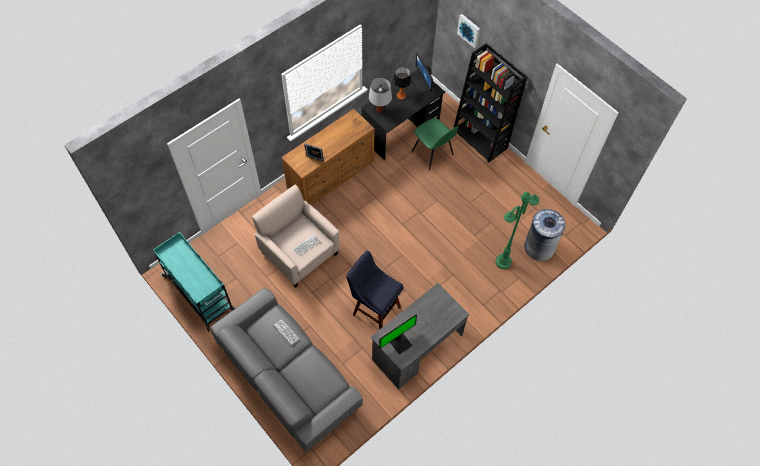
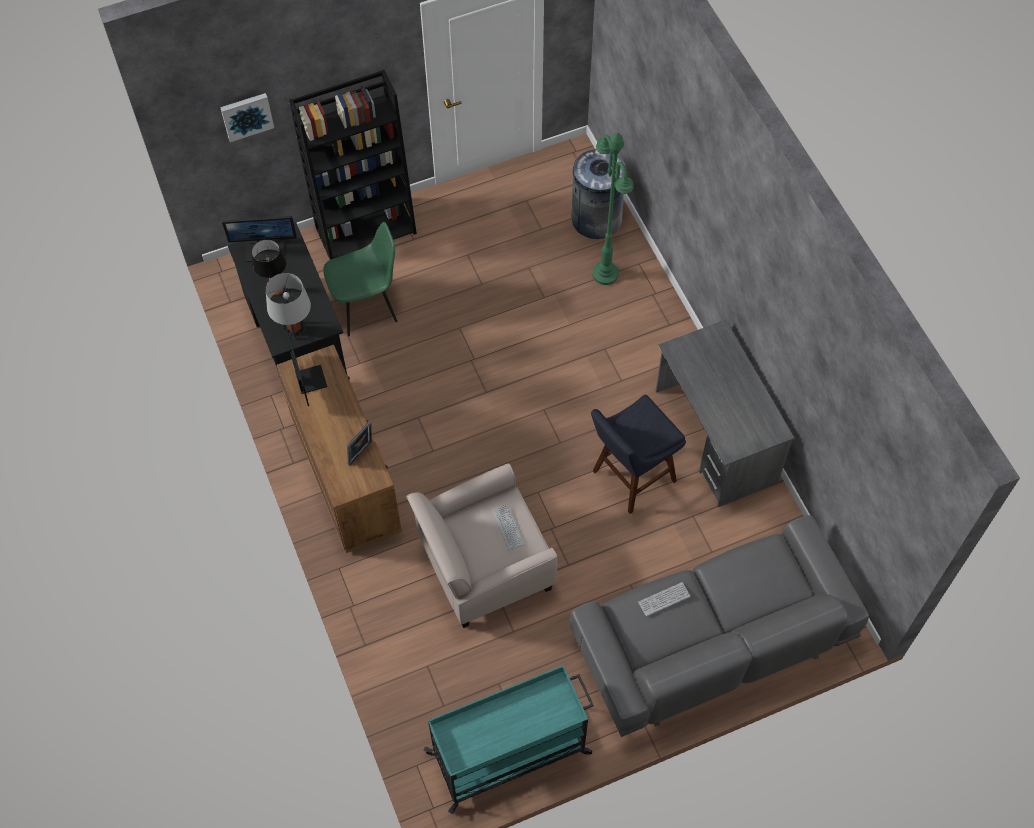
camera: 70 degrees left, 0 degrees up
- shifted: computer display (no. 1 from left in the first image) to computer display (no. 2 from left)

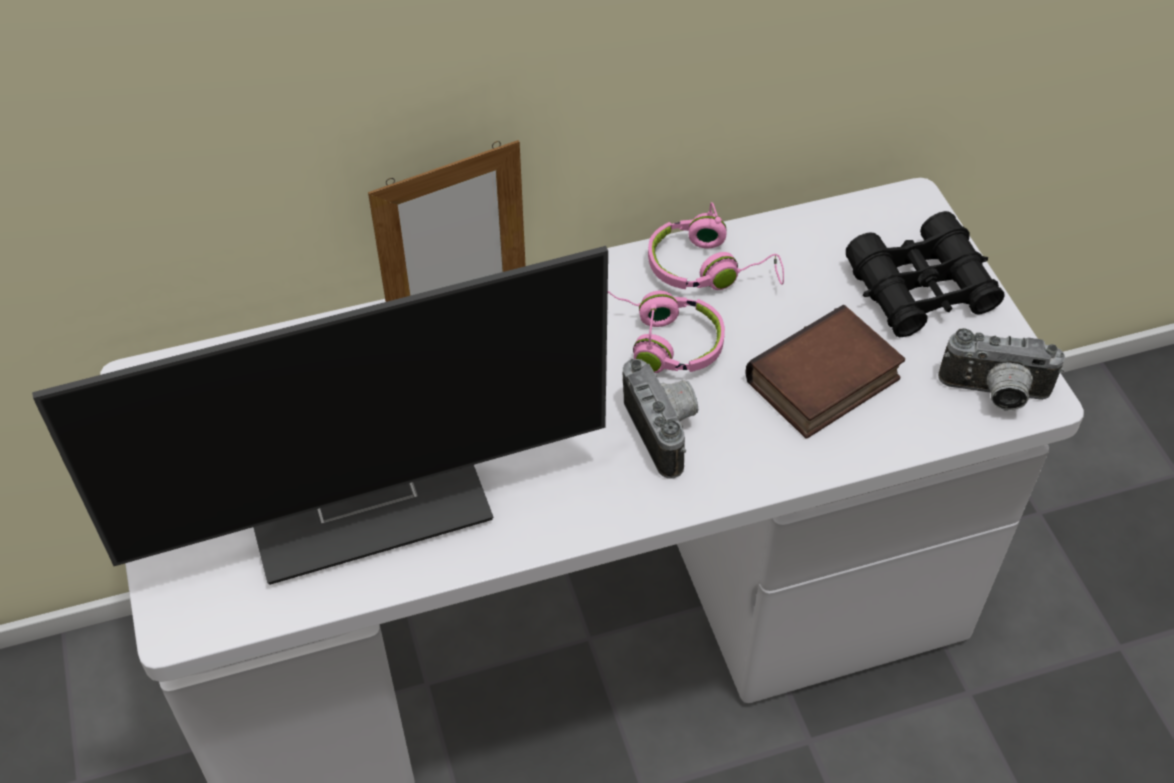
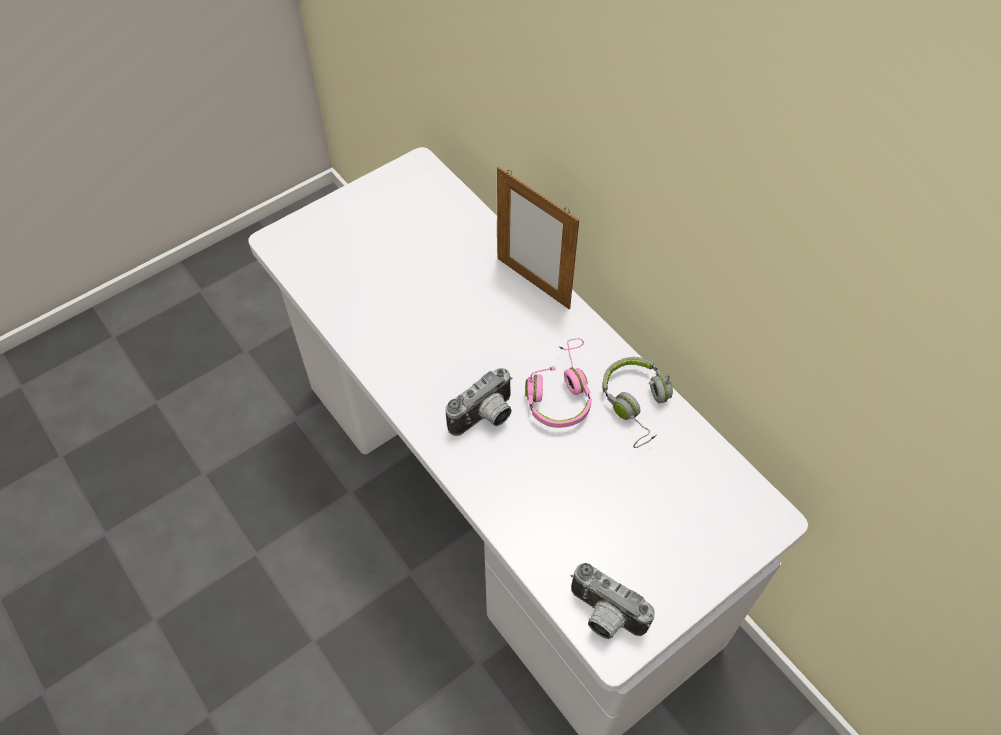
camera: 70 degrees right, 5 degrees up
- repainted: pink-coloured headphones (no. 2 from left) to greyish headphones
- gone: black binoculars
- gone: computer display
- gone: book
- rotated: still camera (no. 2 from left) 45 degrees counterclockwise

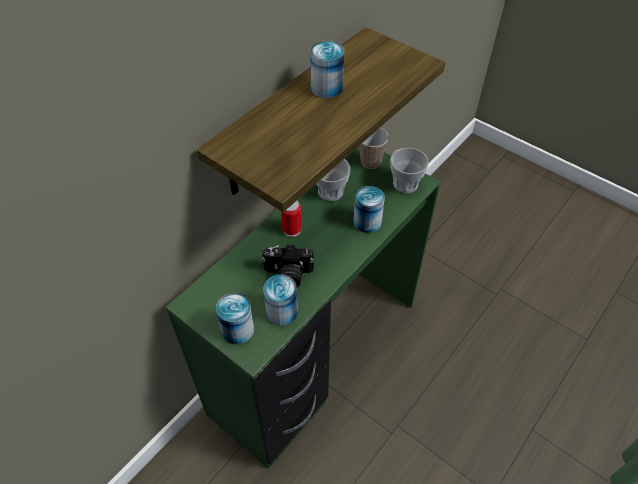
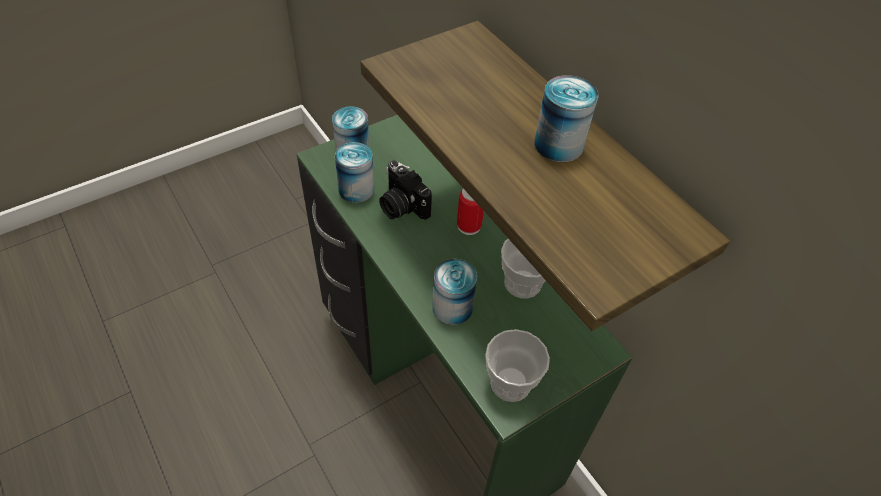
camera: 105 degrees right, 0 degrees up
- gone: cup (no. 2 from left)
- rotated: still camera 60 degrees counterclockwise

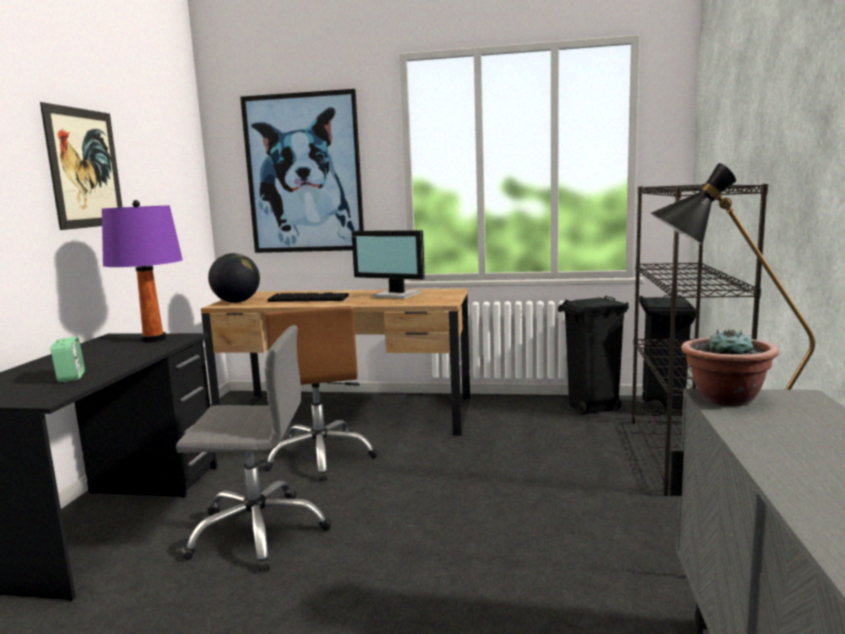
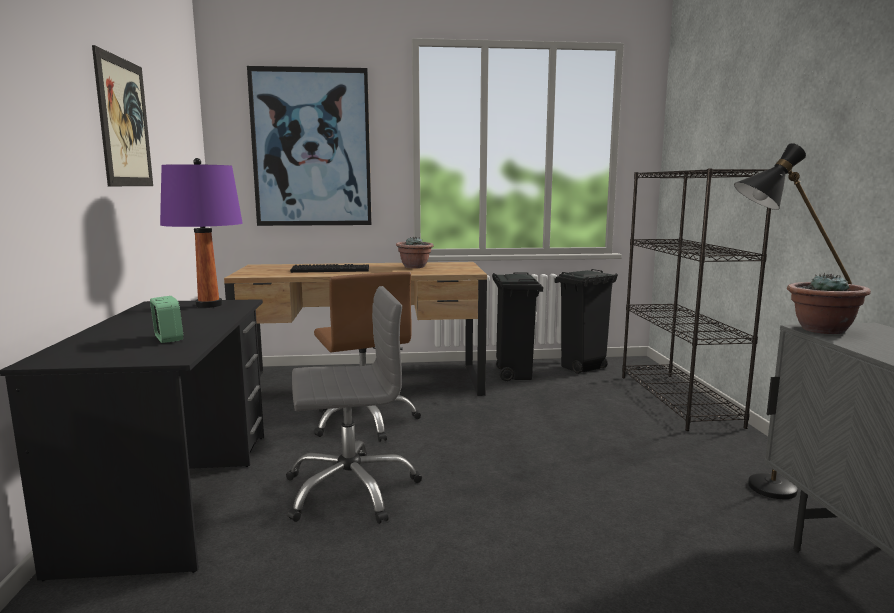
camera: 15 degrees left, 0 degrees up
- swapped: computer display to potted plant (no. 1 from left)
- gone: globe
- shifted: black rubbish bin (no. 2 from left in the first image) to black rubbish bin (no. 1 from left)

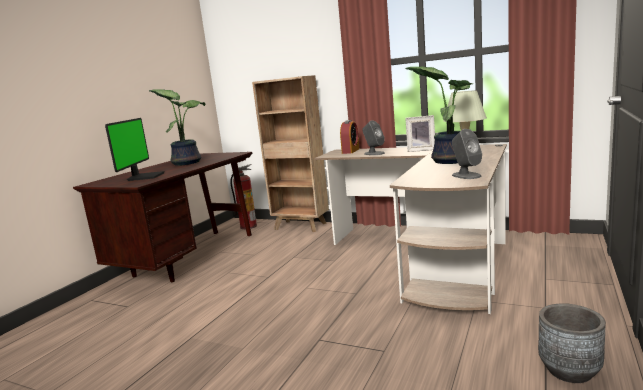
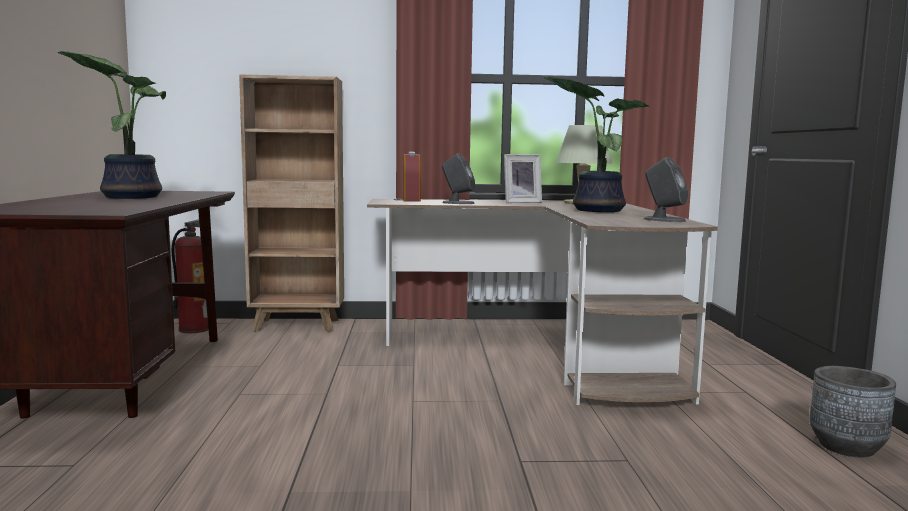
camera: 30 degrees left, 5 degrees down
- gone: computer display

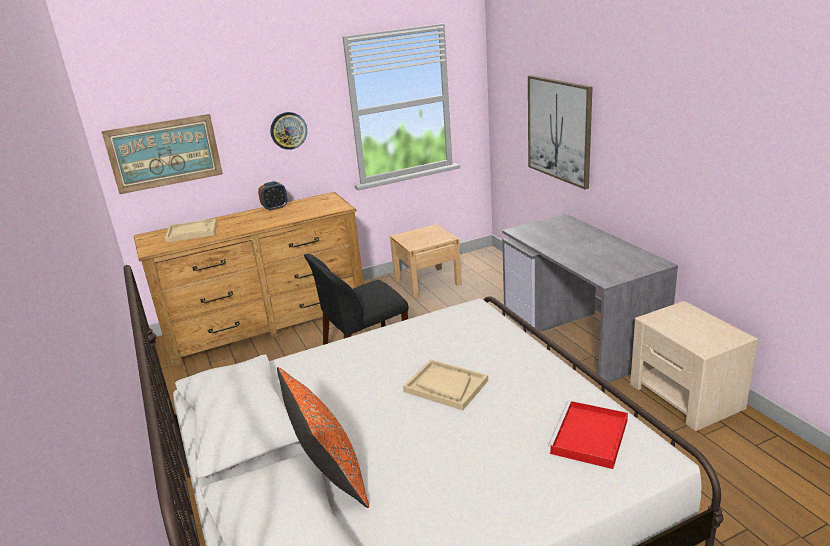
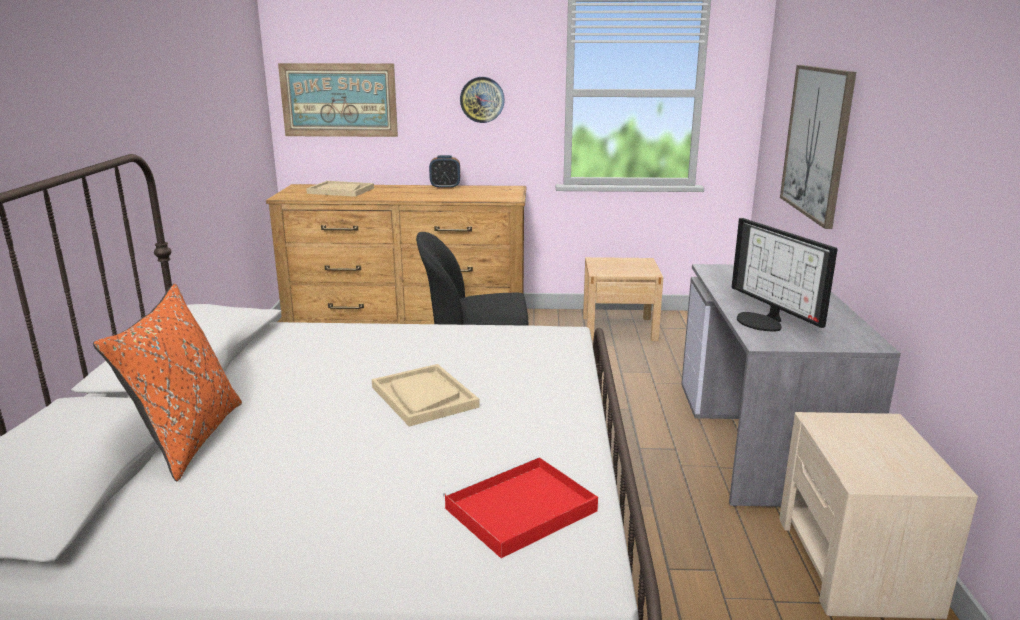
camera: 25 degrees right, 5 degrees down
- new: computer display

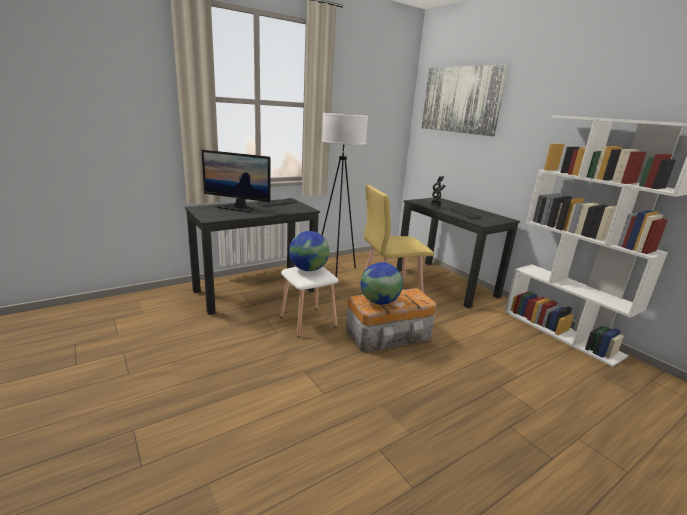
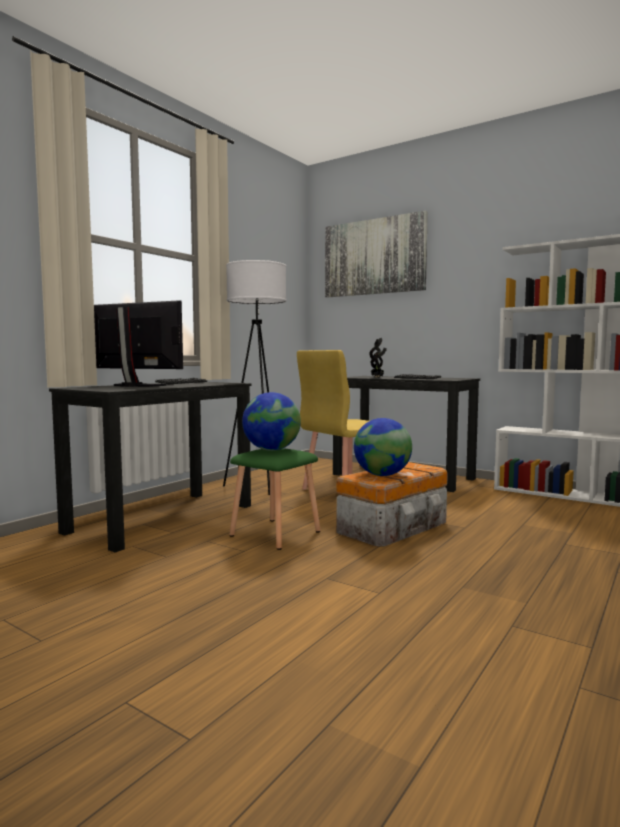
camera: 20 degrees left, 15 degrees down
- rotated: computer display 150 degrees counterclockwise
- repainted: white sitting stool to green-coloured sitting stool

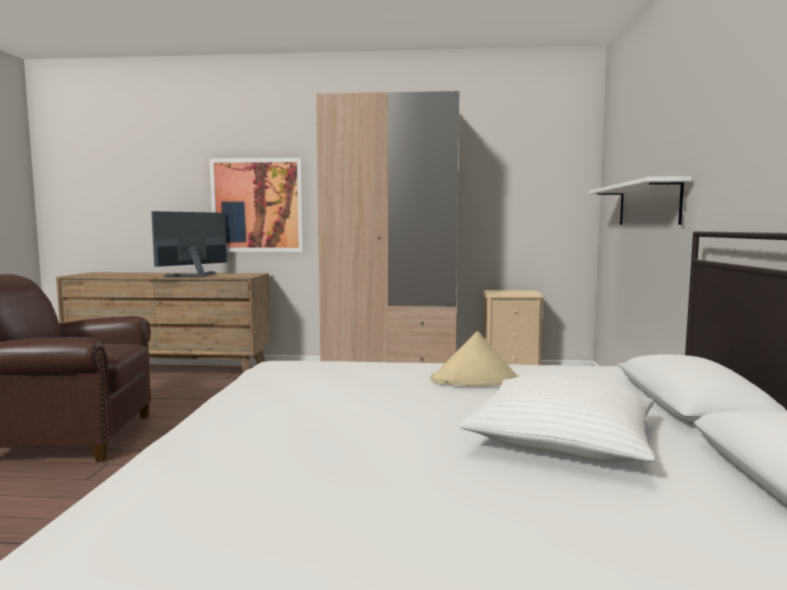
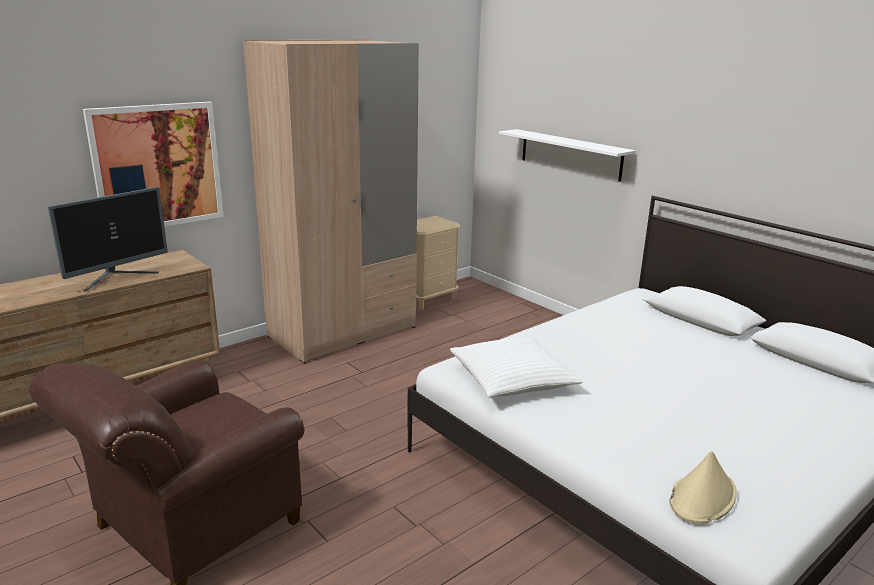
camera: 45 degrees left, 15 degrees up
- rotated: computer display 135 degrees counterclockwise
- shifted: beige-coloured hat
- shifted: white pillow

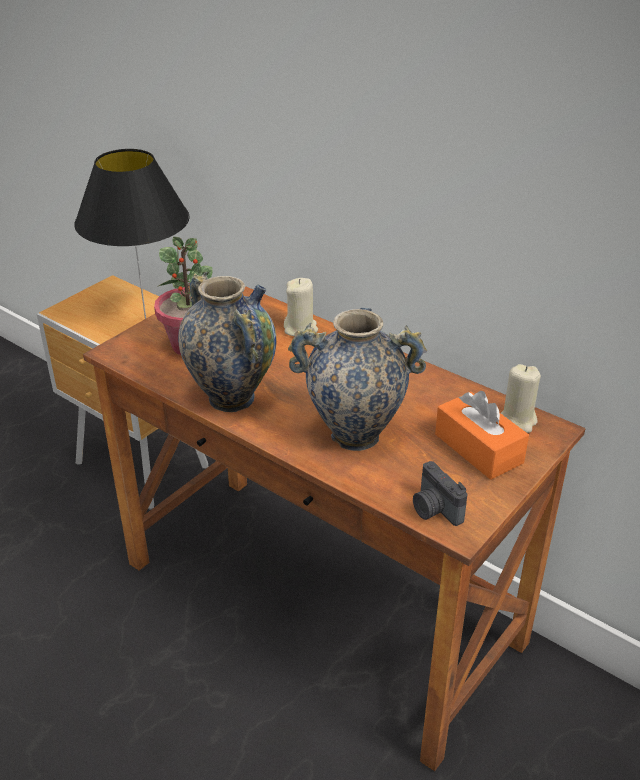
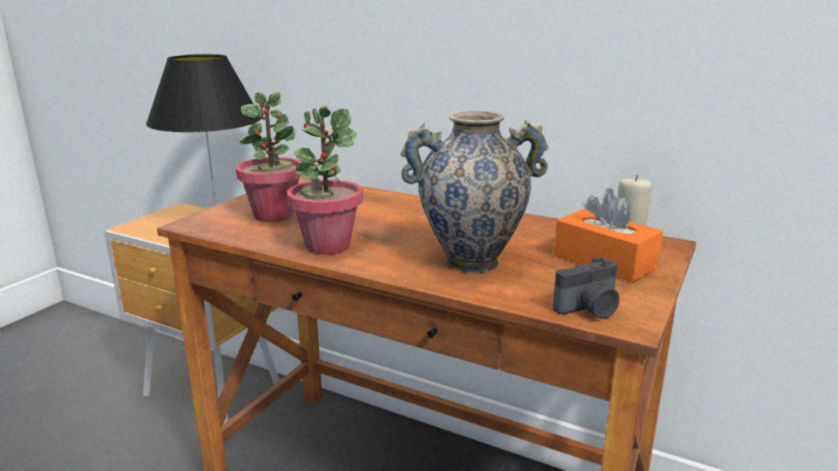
camera: 10 degrees left, 15 degrees down
- swapped: vase (no. 1 from left) to potted plant (no. 2 from left)
- gone: beige-coloured wax light (no. 1 from left)
- rotated: still camera 75 degrees counterclockwise

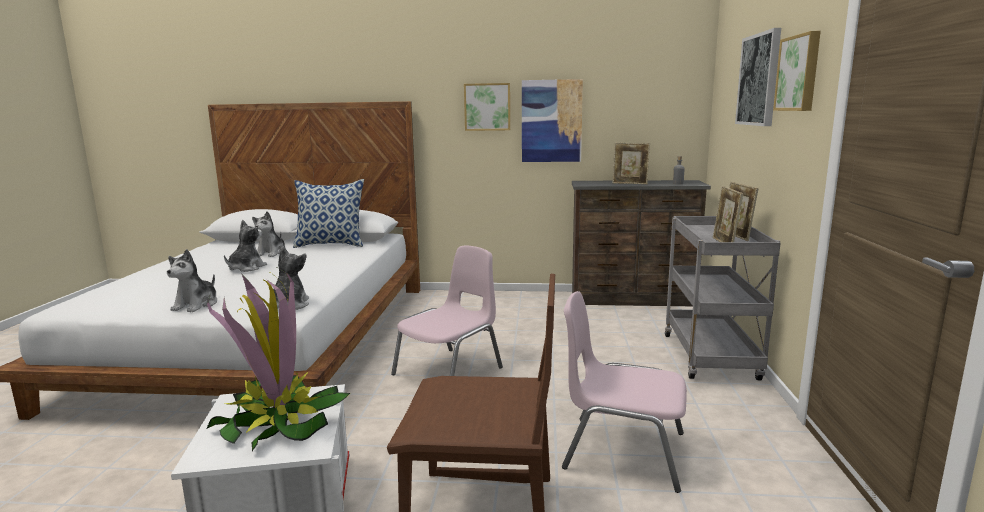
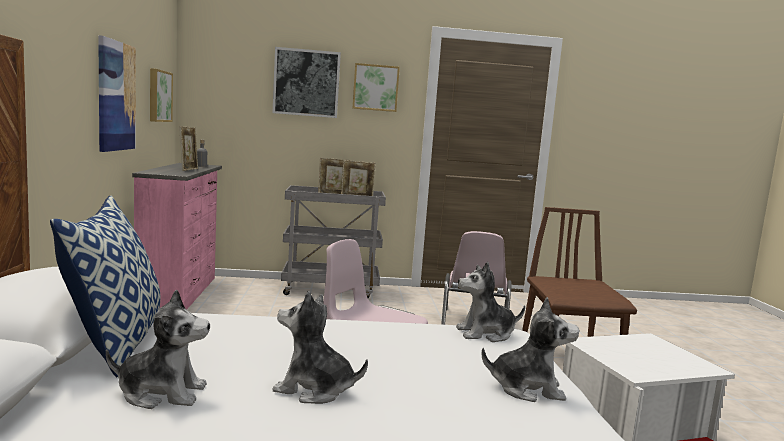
camera: 100 degrees left, 5 degrees down
- shifted: picture (no. 1 from left in the first image) to picture (no. 2 from left)
- repainted: brown drawer chest to pink-coloured drawer chest
- gone: potted plant

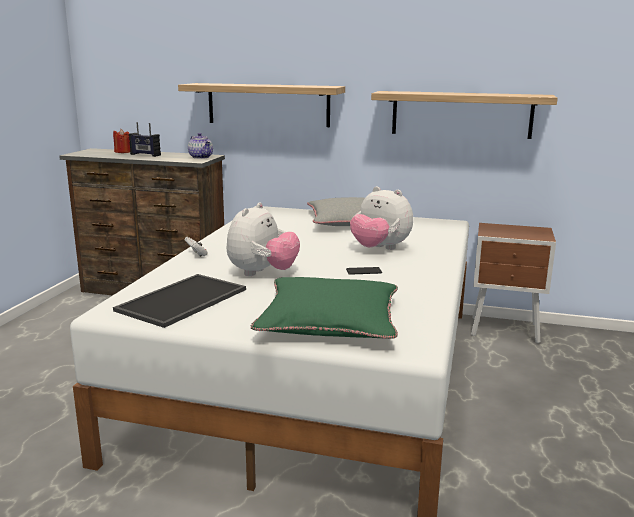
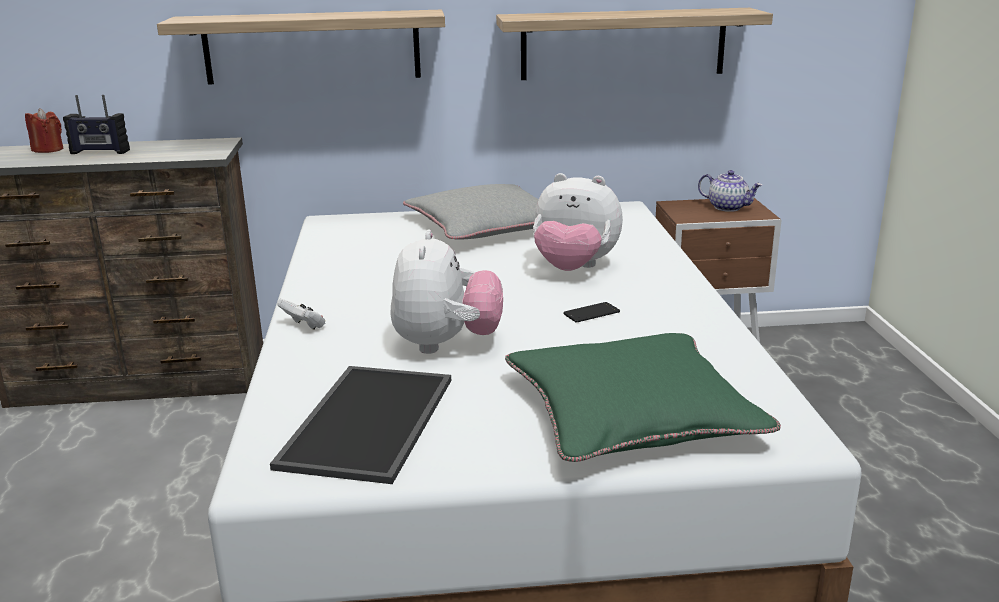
camera: 20 degrees left, 5 degrees up
- shifted: pot for tea

